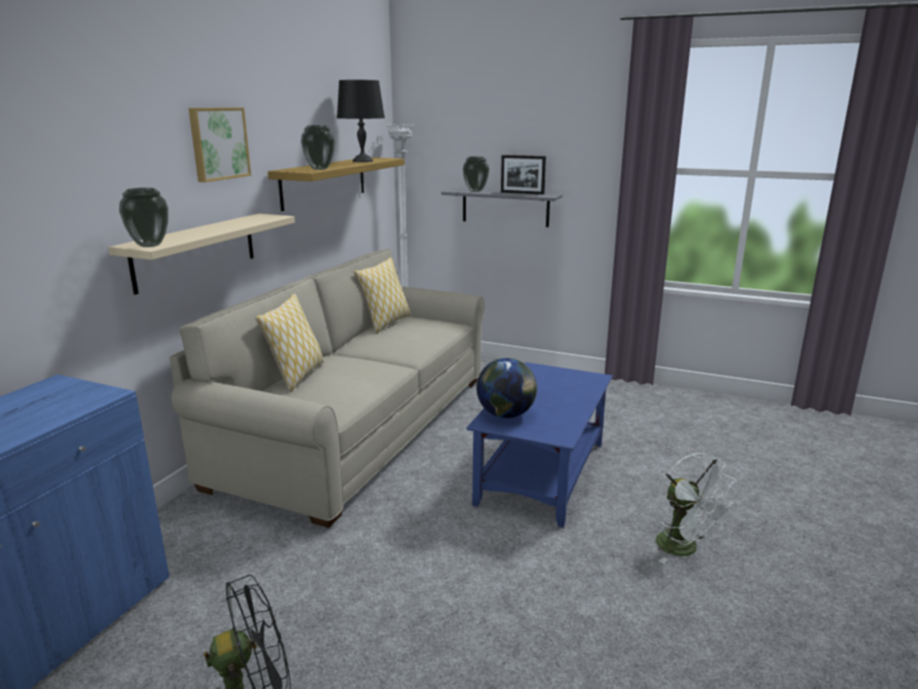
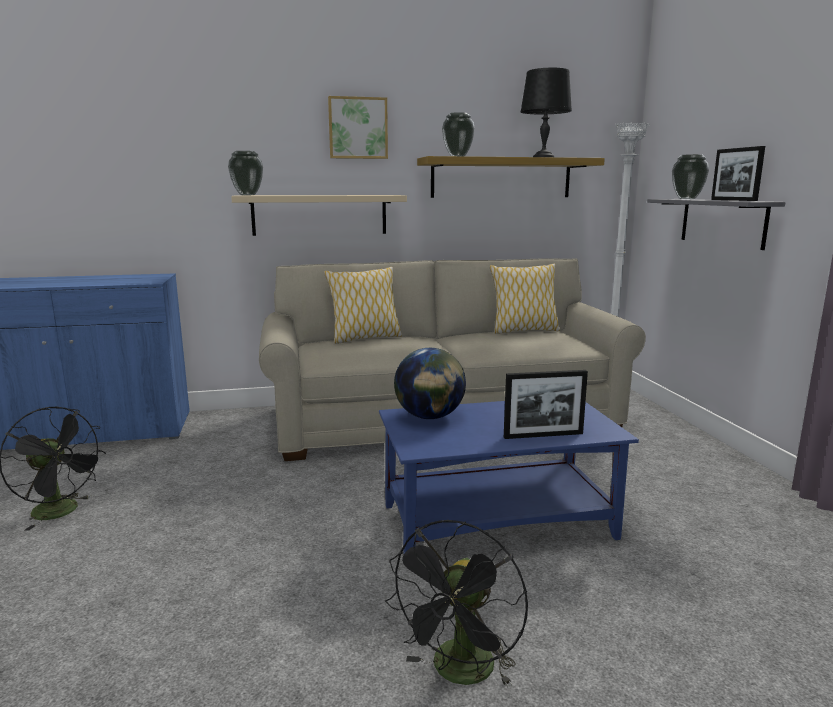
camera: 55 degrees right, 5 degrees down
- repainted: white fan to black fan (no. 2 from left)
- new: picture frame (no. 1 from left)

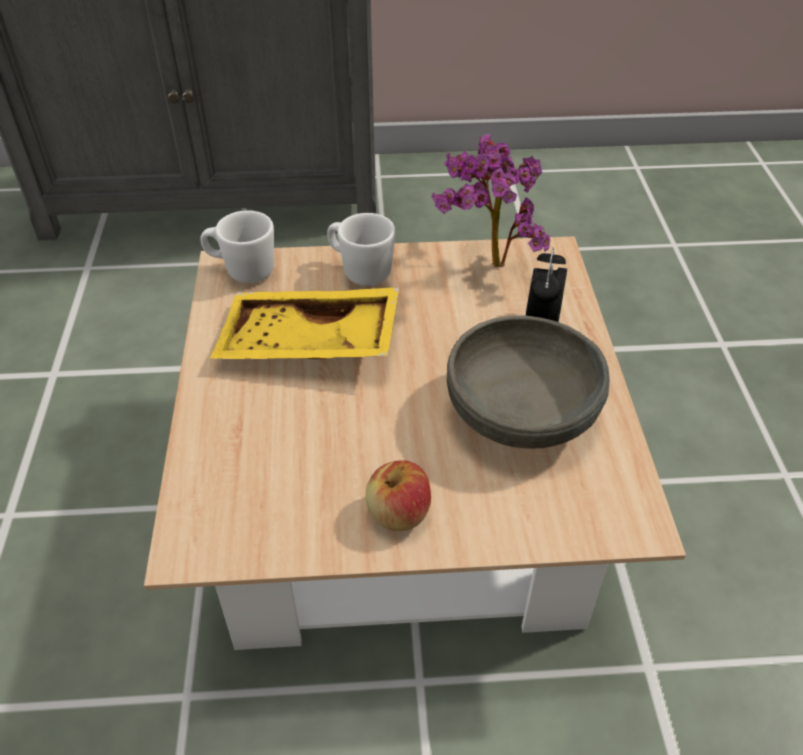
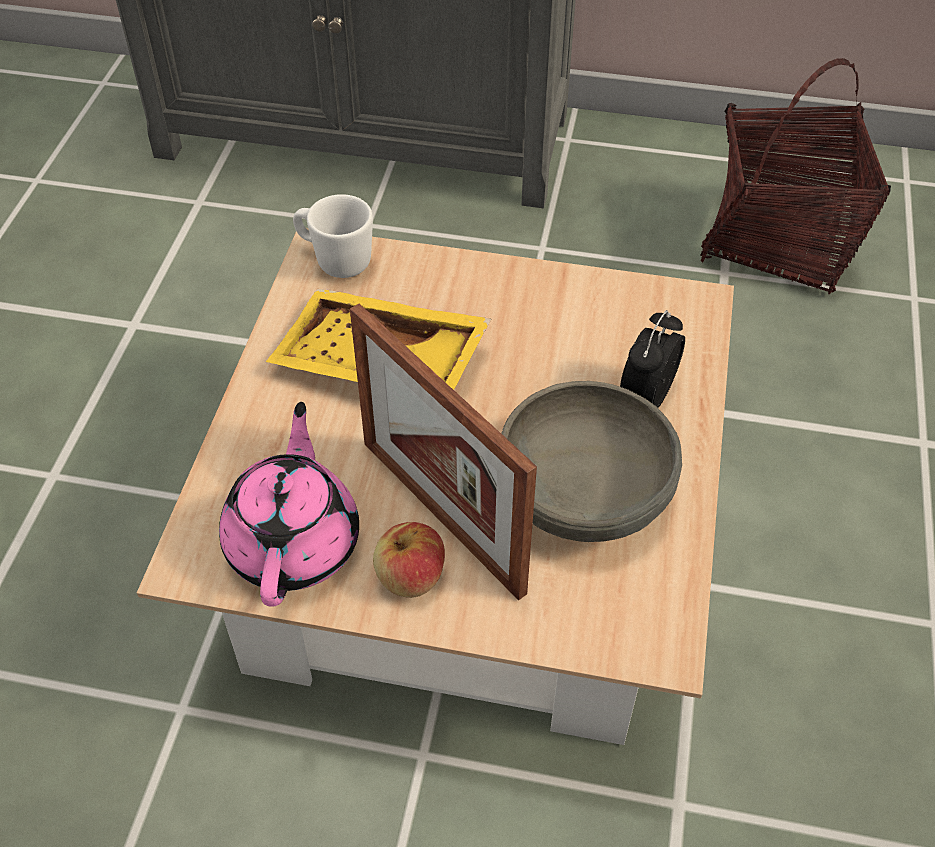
camera: 15 degrees right, 5 degrees up
- gone: potted plant
- gone: white tea mug (no. 2 from left)
- new: storage basket
- new: picture frame
- new: pink-coloured pot for tea

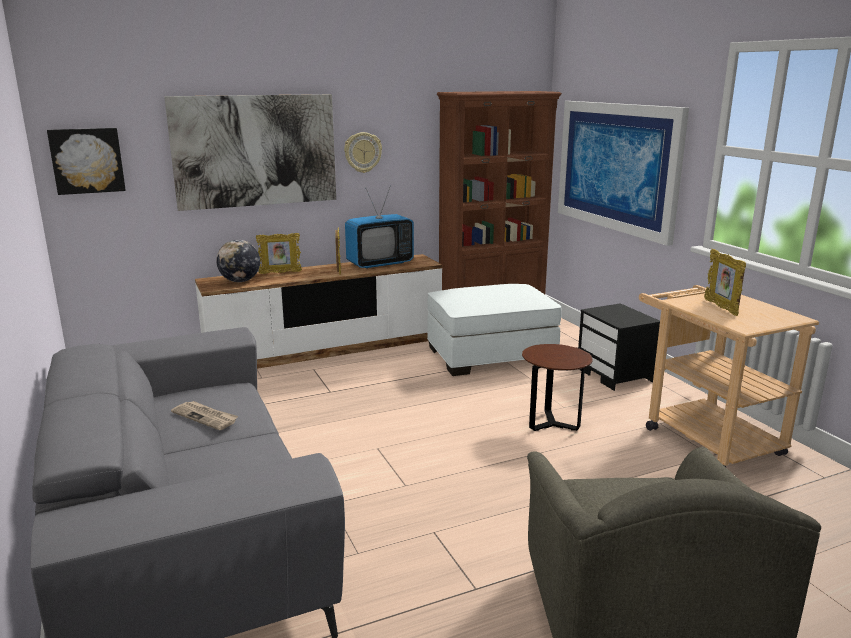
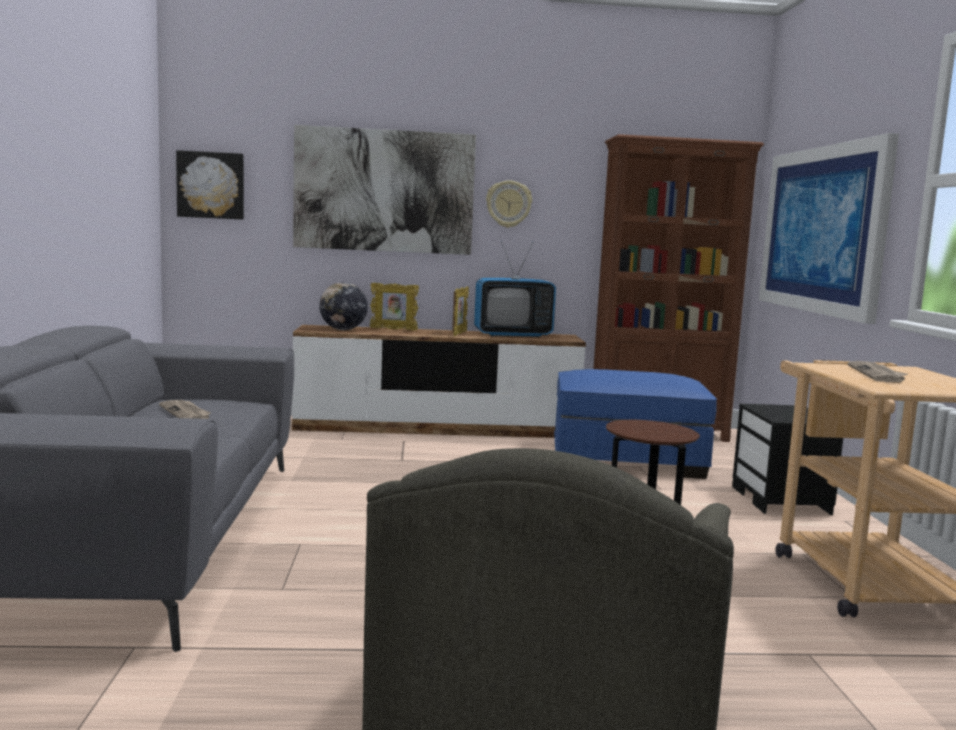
camera: 20 degrees right, 10 degrees down
- swapped: picture frame (no. 3 from left) to daily paper (no. 2 from left)
- repainted: white pouffe to blue-coloured pouffe

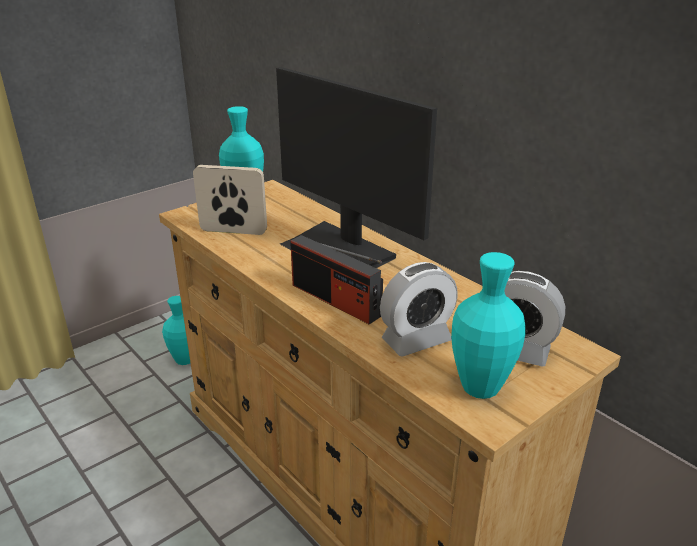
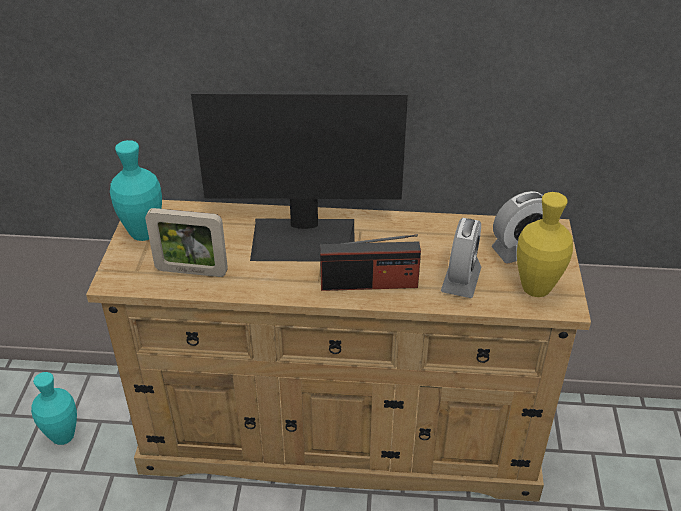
camera: 45 degrees left, 10 degrees up
- rotated: picture frame 135 degrees counterclockwise
- repainted: turquoise-coloured vase (no. 3 from left) to yellow-coloured vase

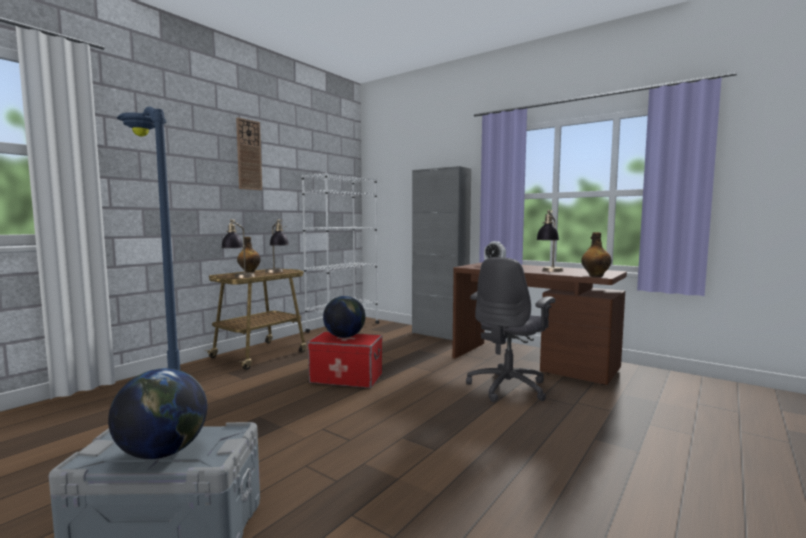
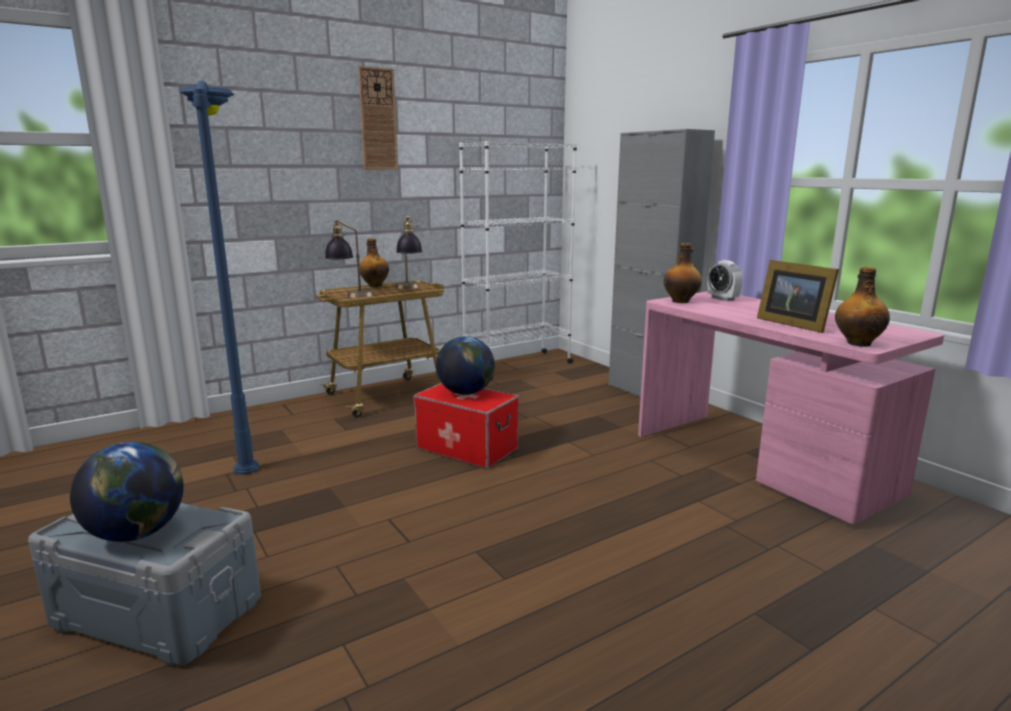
camera: 20 degrees right, 10 degrees up
- swapped: lamp for a table (no. 3 from left) to picture frame
- gone: greyish desk chair
- repainted: brown desk table to pink-coloured desk table
- new: bottle (no. 2 from left)

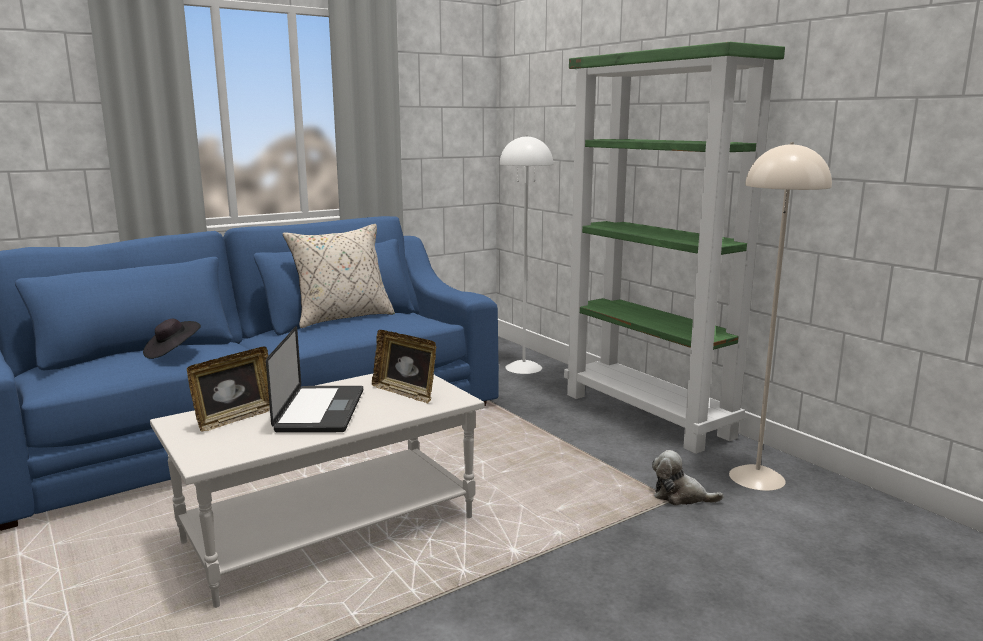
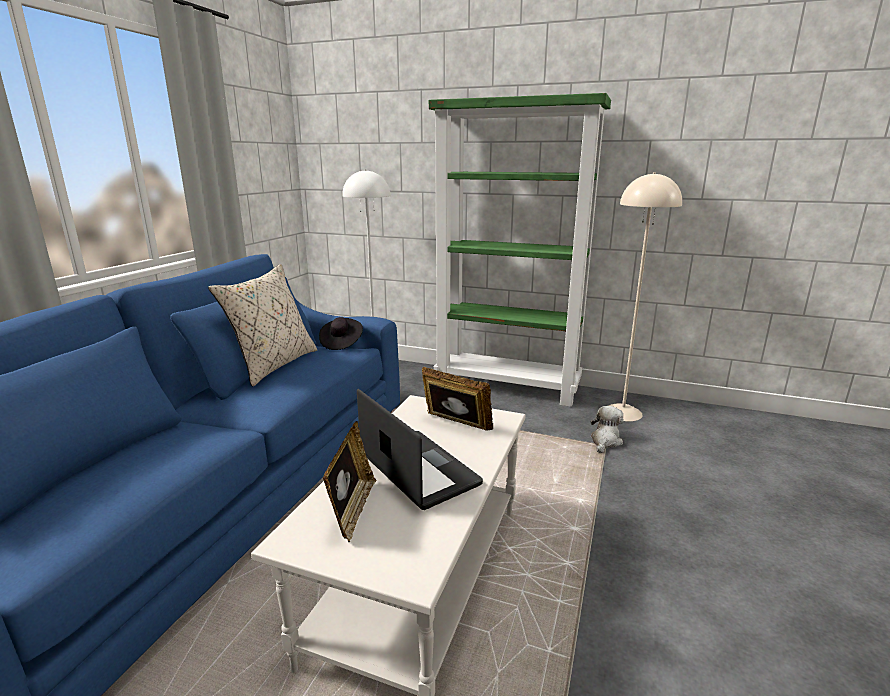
camera: 35 degrees left, 5 degrees up
- shifted: black hat
- rotated: picture frame (no. 2 from left) 150 degrees counterclockwise
- rotated: plush toy 135 degrees clockwise

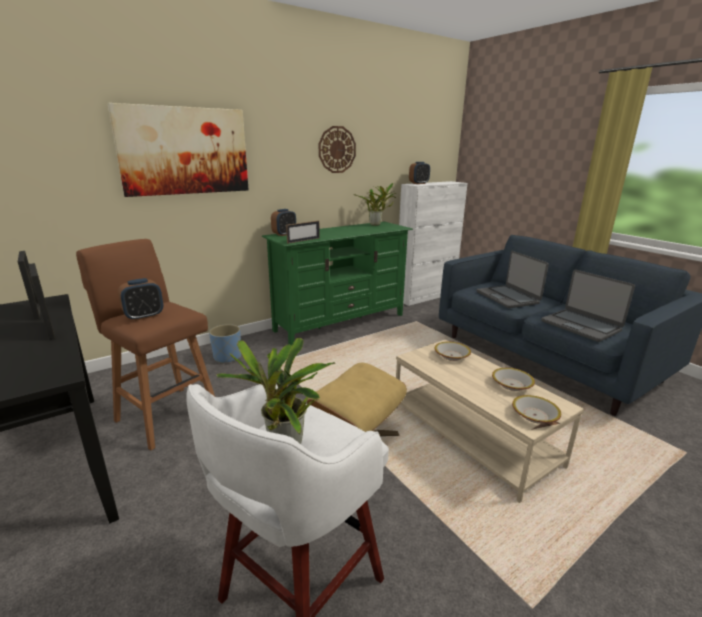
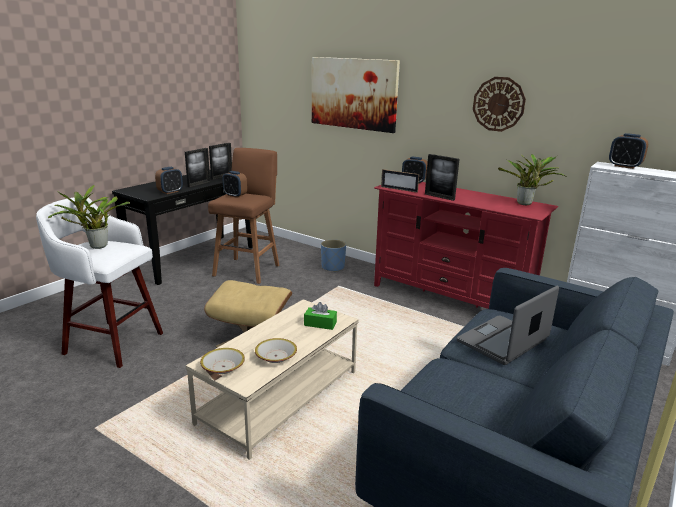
camera: 70 degrees right, 0 degrees up
- repainted: green-coloured tv stand to reddish tv stand
- gone: notebook computer (no. 2 from left)
- swapped: deep dish (no. 1 from left) to green-coloured tissue holder
- new: picture frame (no. 4 from left)
- new: alarm clock (no. 1 from left)

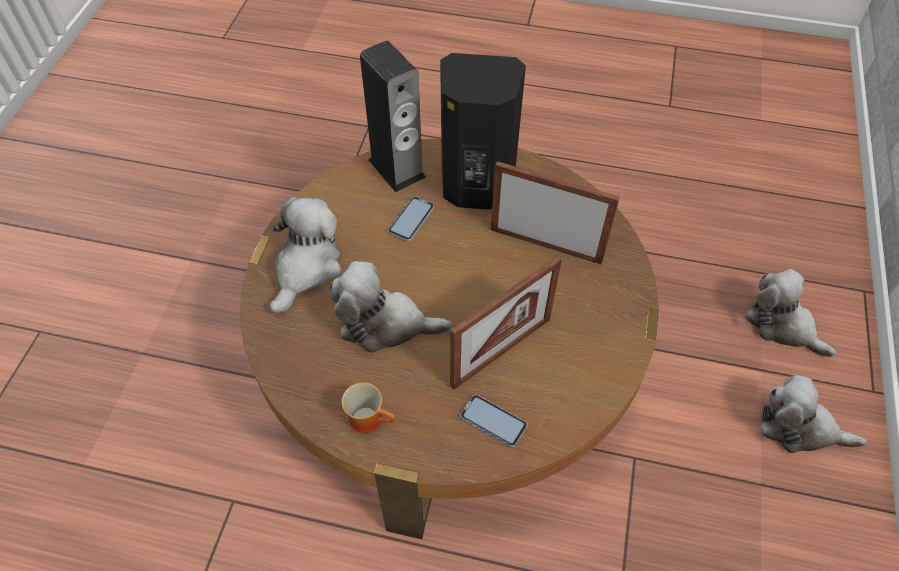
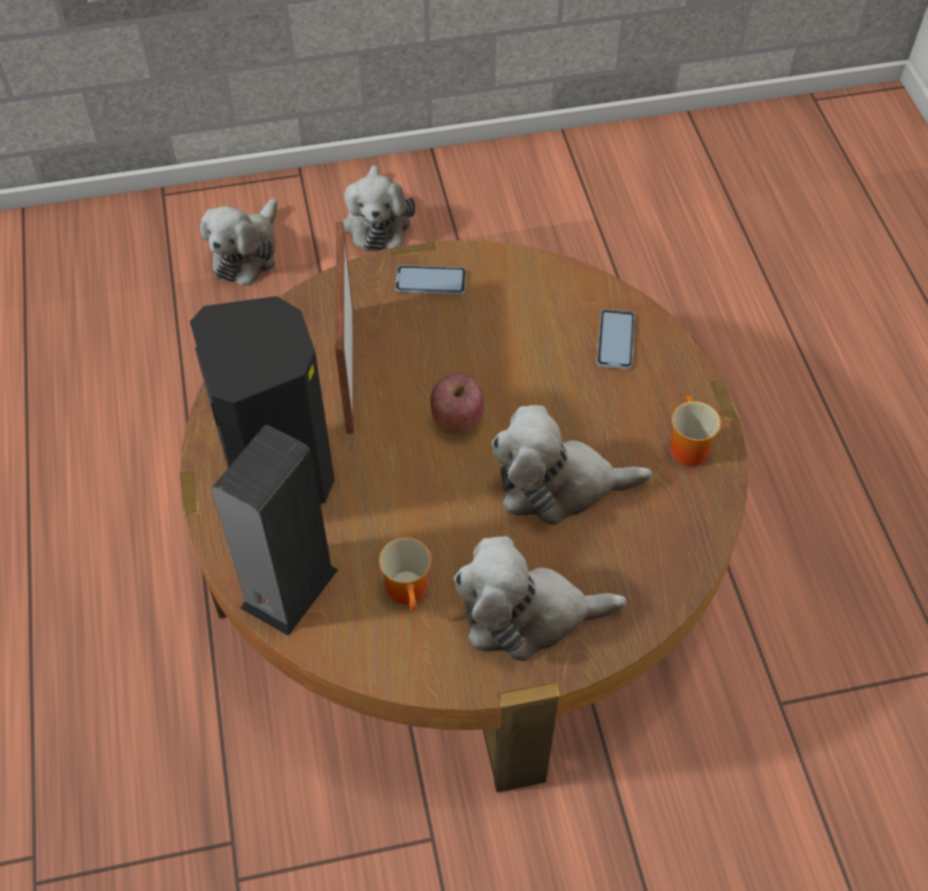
camera: 115 degrees left, 0 degrees up
- shifted: telephone (no. 1 from left)
- gone: picture frame (no. 1 from left)
- rotated: plush toy (no. 2 from left in the first image) 105 degrees clockwise
- new: whole apple
- new: tea mug (no. 1 from left)

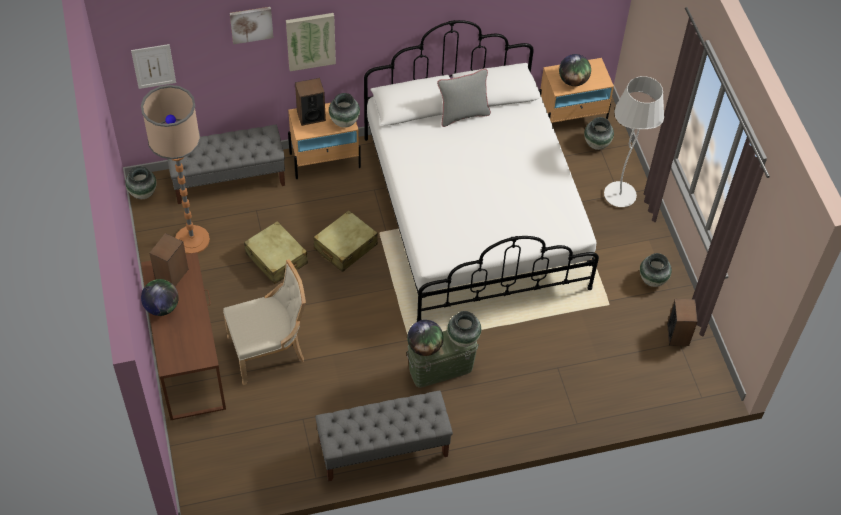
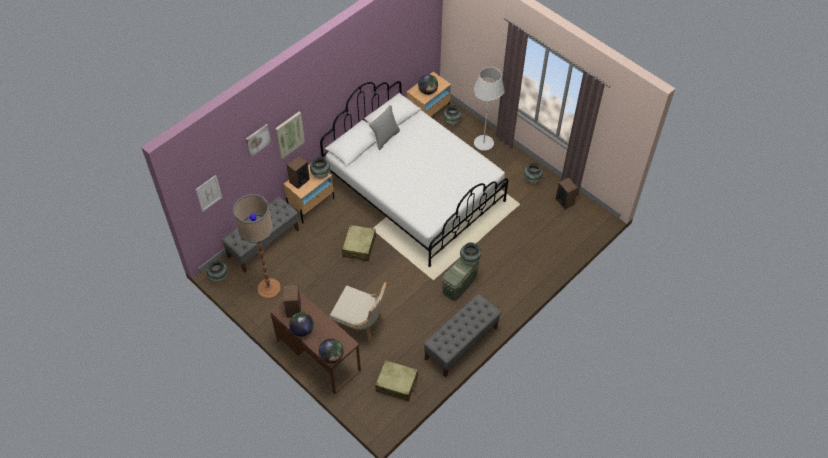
camera: 30 degrees left, 0 degrees up
- shifted: beige-coloured suitcase (no. 1 from left in the first image) to beige-coloured suitcase (no. 2 from left)
- rotated: beige-coloured plain chair 75 degrees clockwise
- shifted: globe (no. 2 from left)

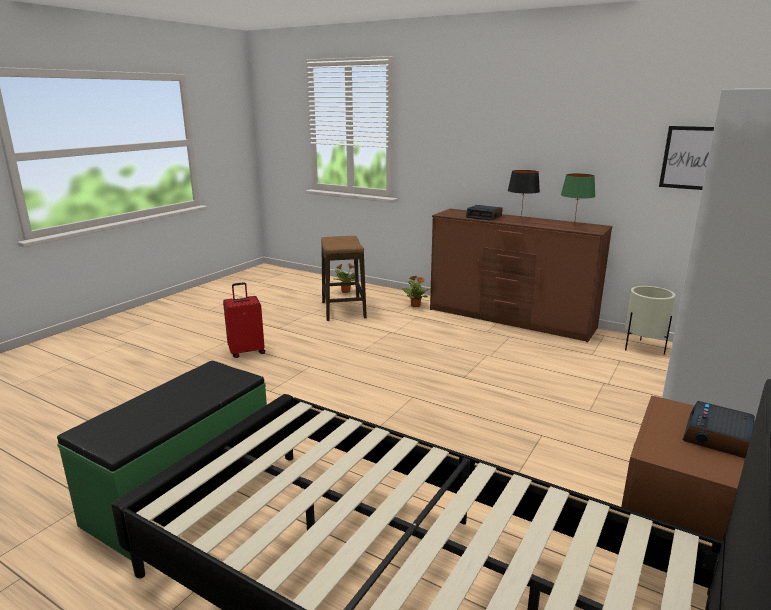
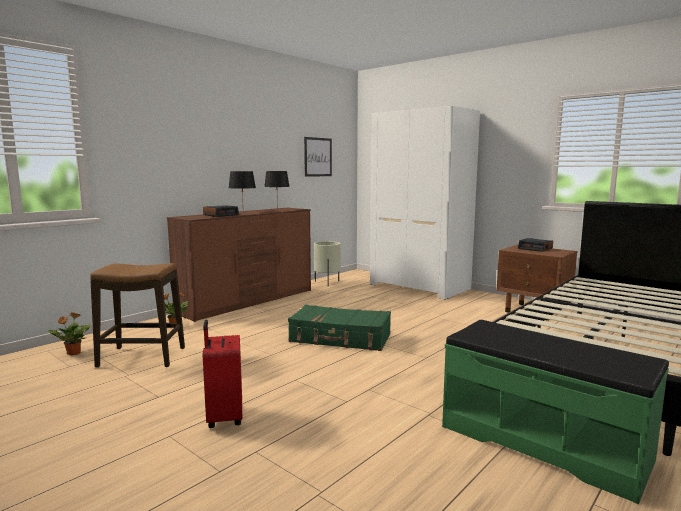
camera: 80 degrees left, 10 degrees down
- repainted: green-coloured lamp for a table to black lamp for a table (no. 2 from left)
- new: green-coloured suitcase

